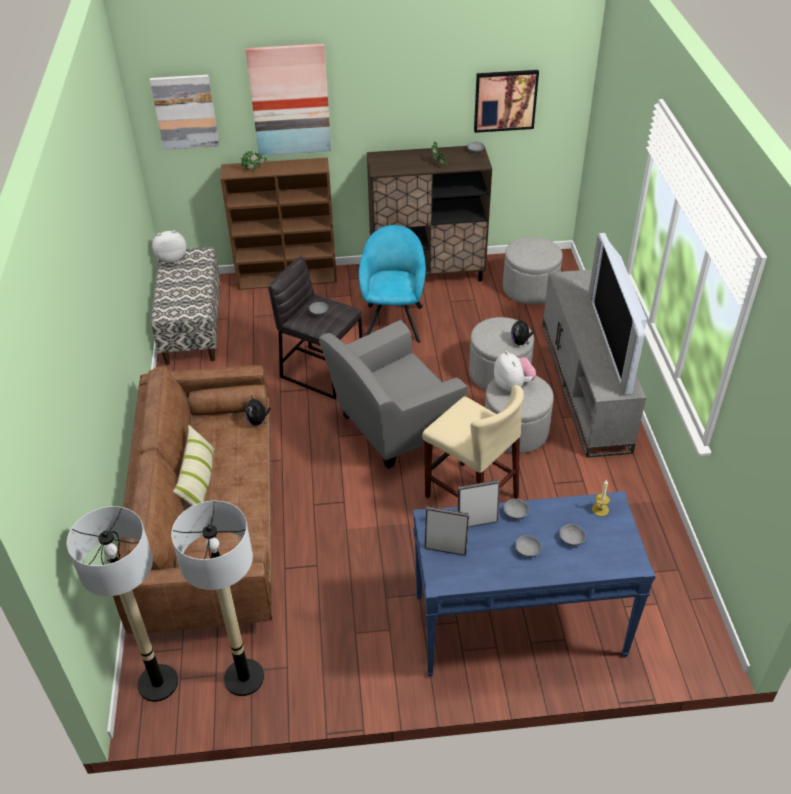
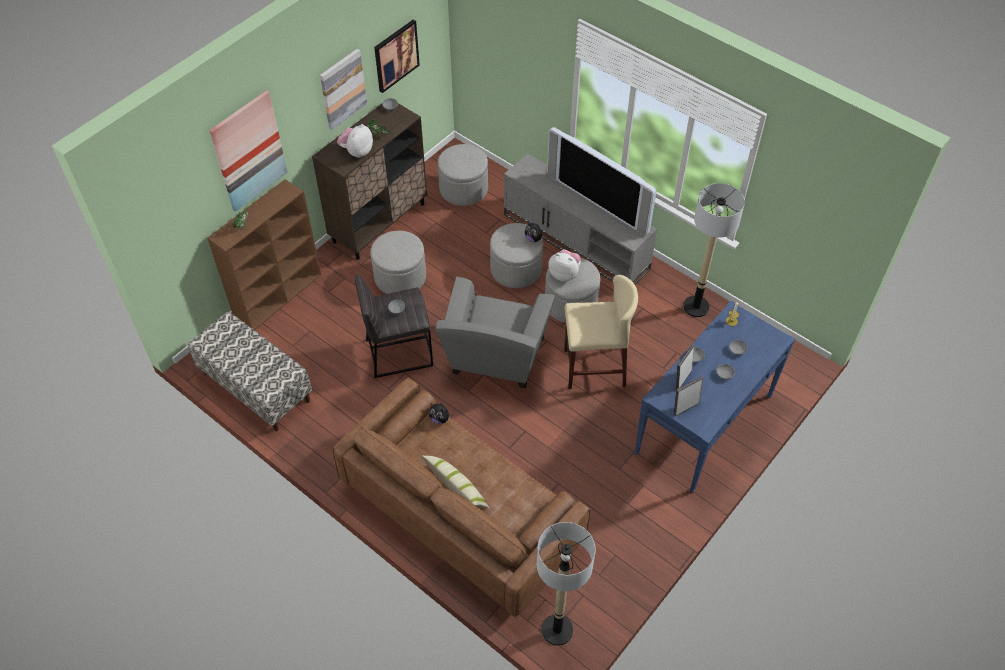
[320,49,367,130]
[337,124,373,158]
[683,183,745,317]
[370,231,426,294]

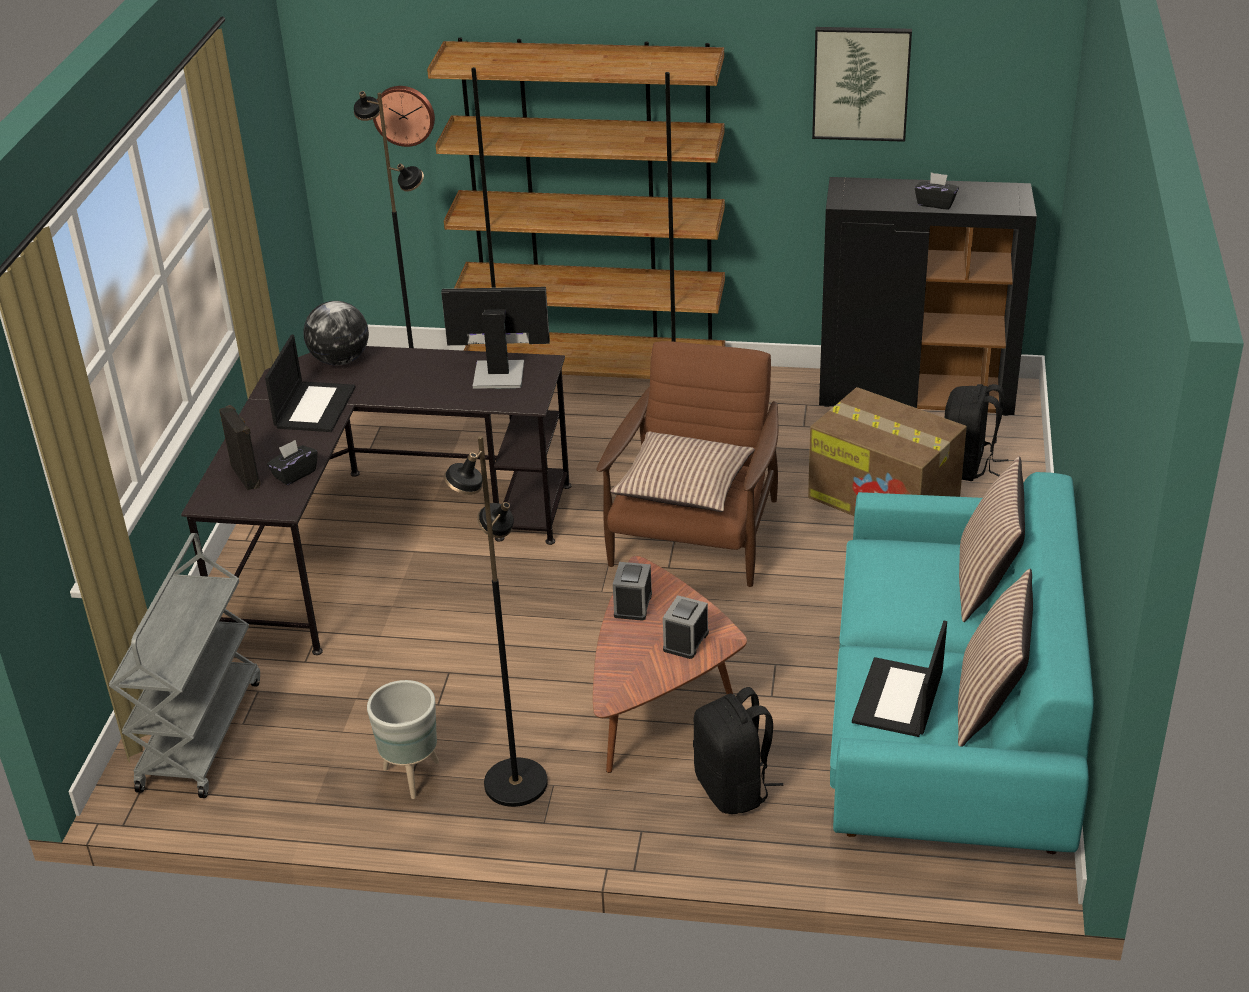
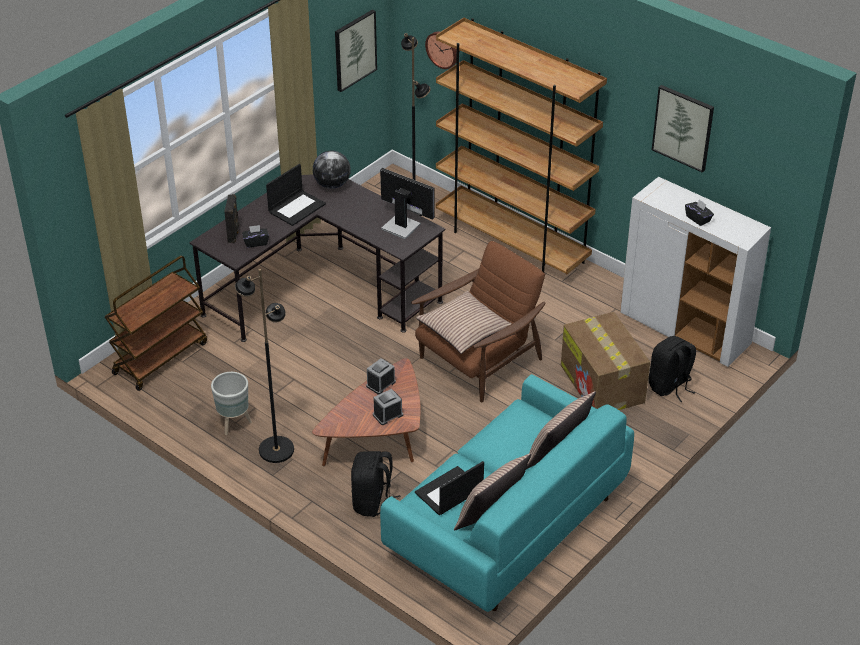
[335,10,377,92]
[105,256,207,391]
[620,177,771,367]

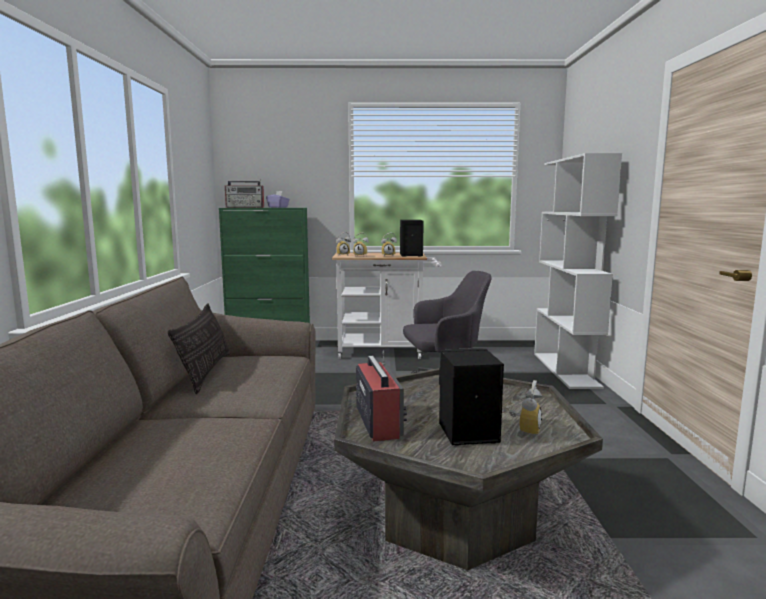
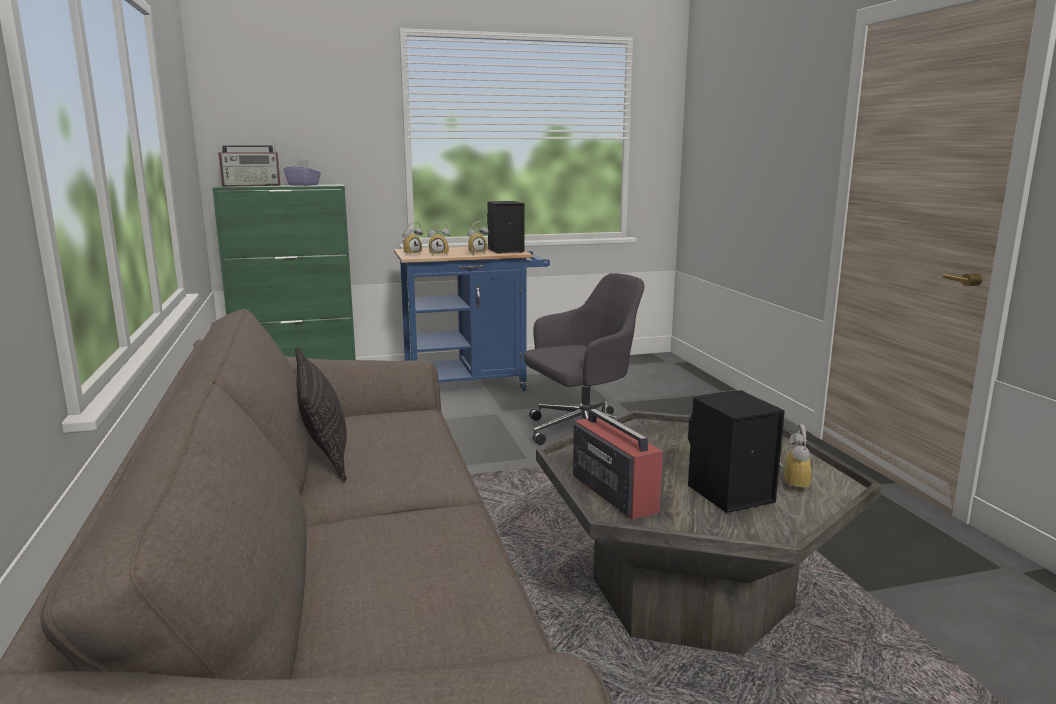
[534,153,622,389] (first image)
[394,246,550,391]

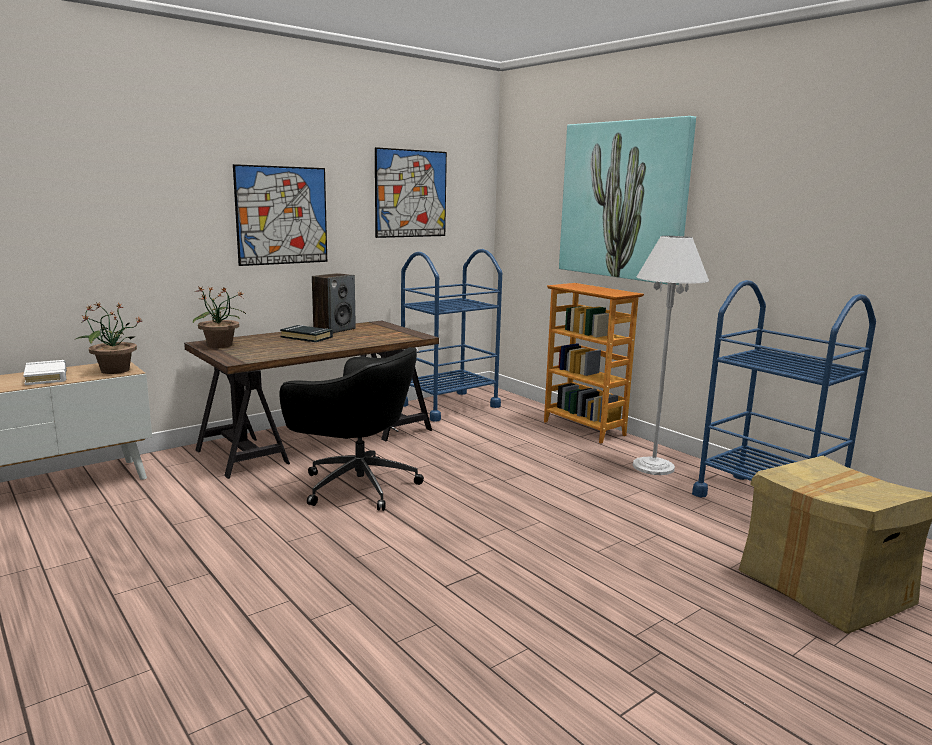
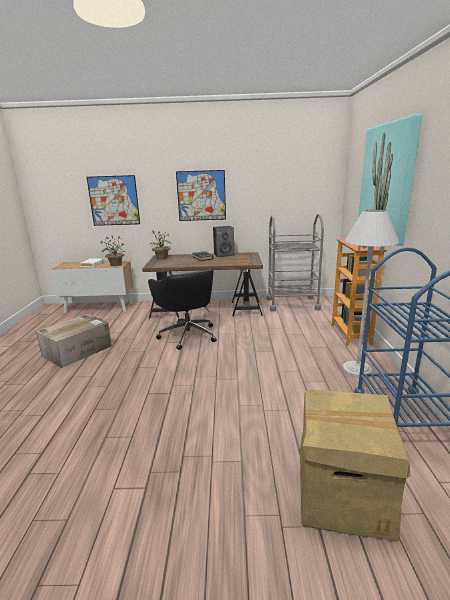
[36,314,112,368]
[87,175,140,226]
[267,214,324,312]

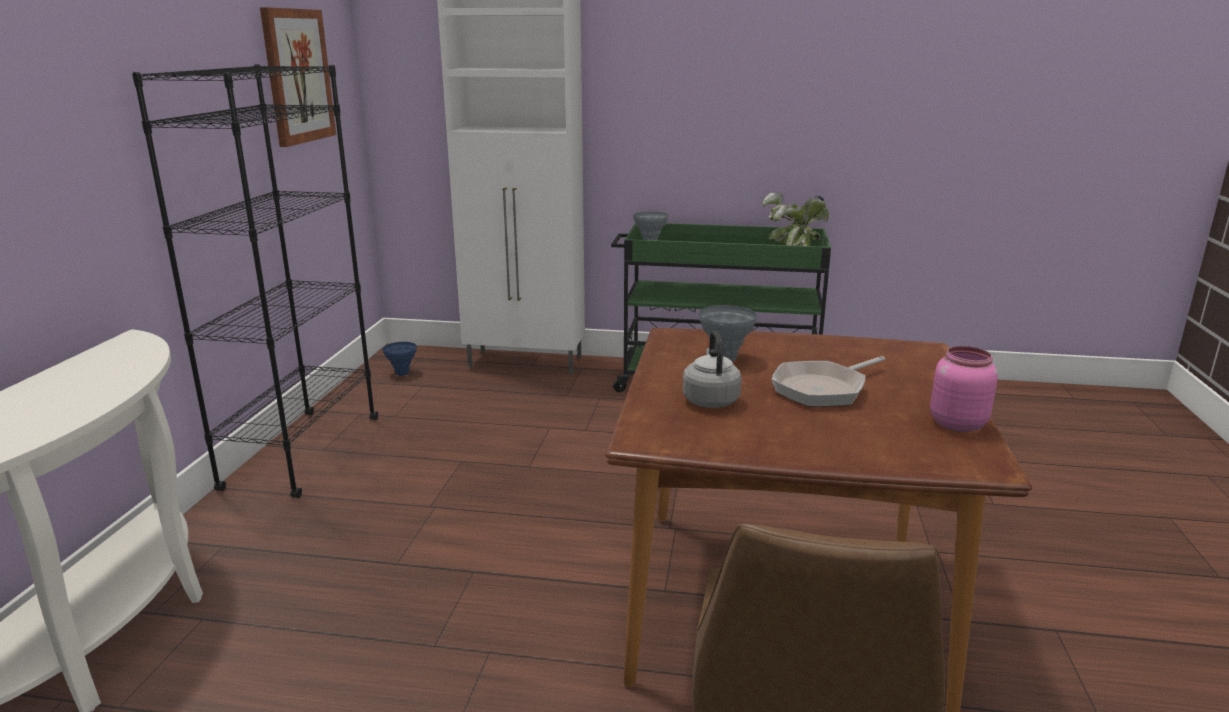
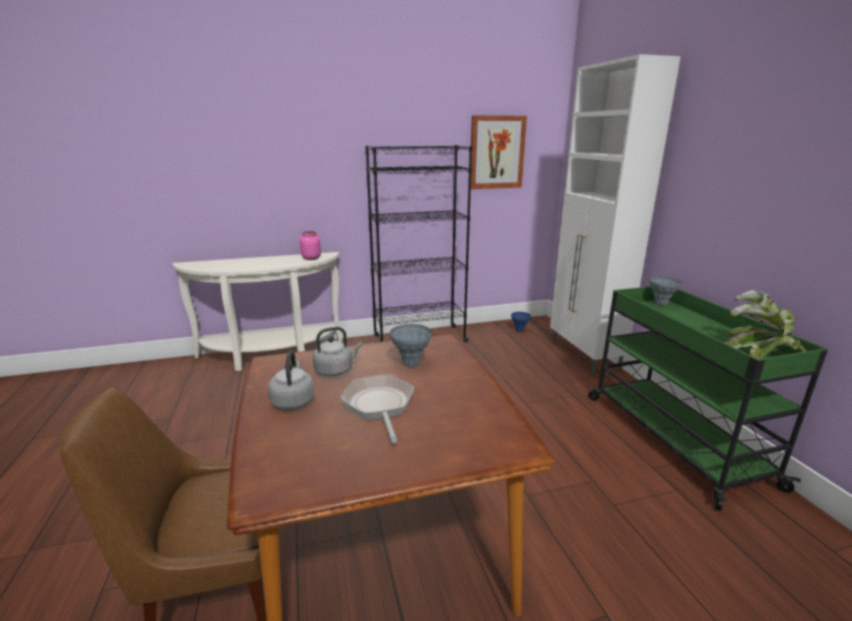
[268,350,314,410]
[300,231,321,260]
[340,375,414,443]

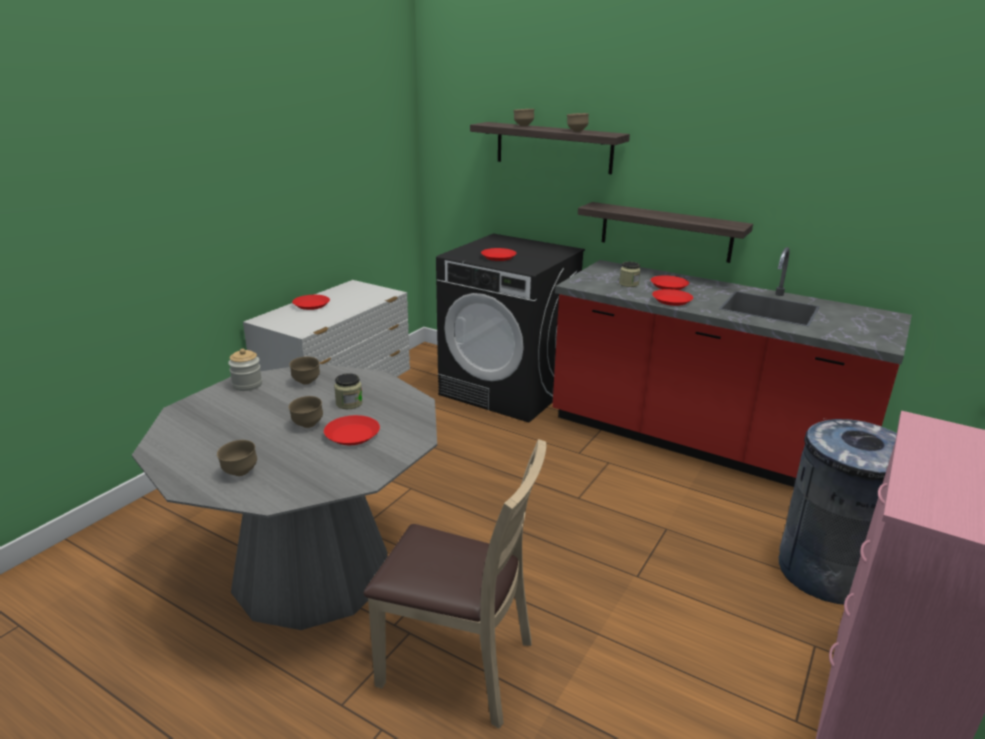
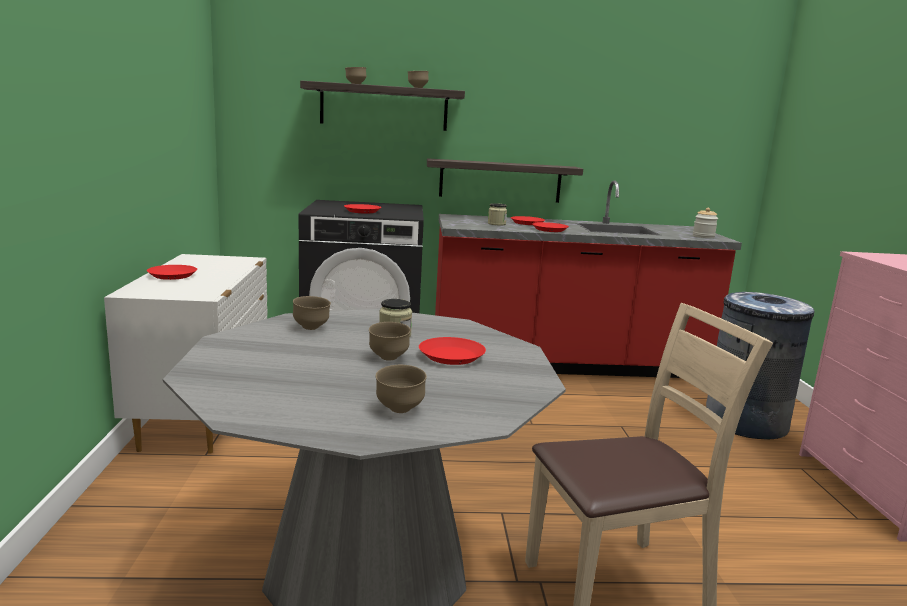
[693,208,718,238]

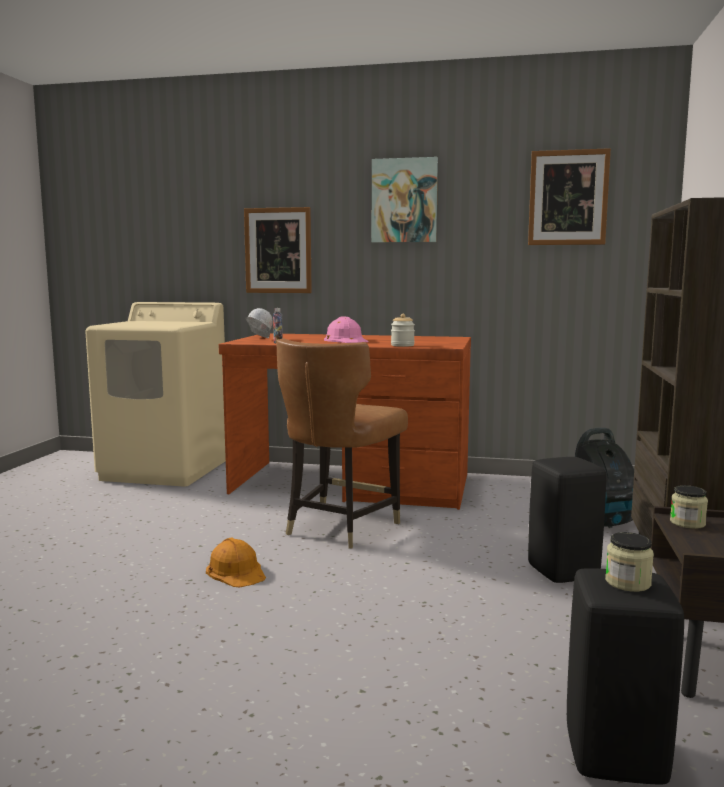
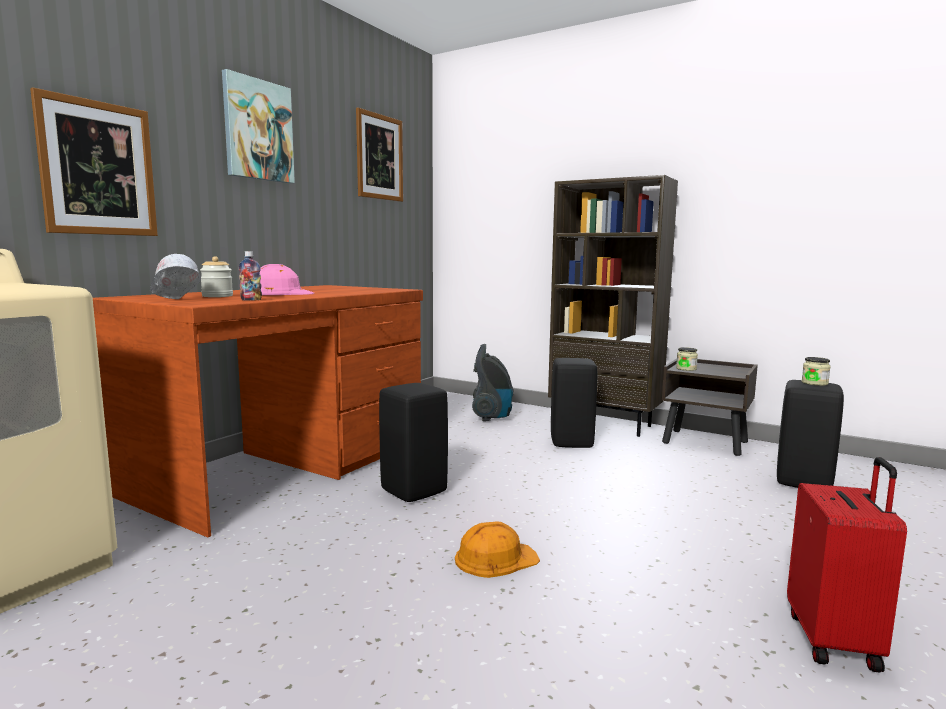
[787,457,907,673]
[200,256,233,297]
[379,383,448,502]

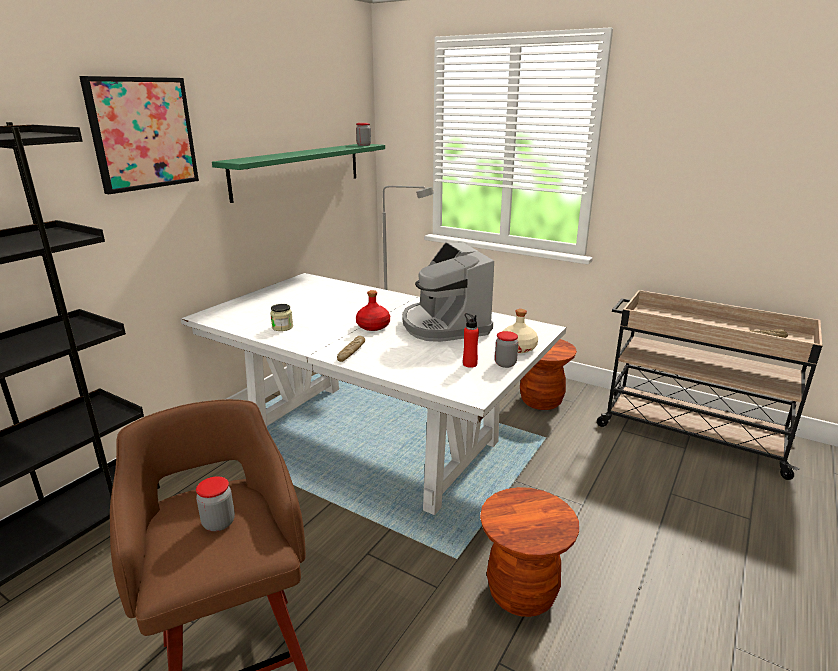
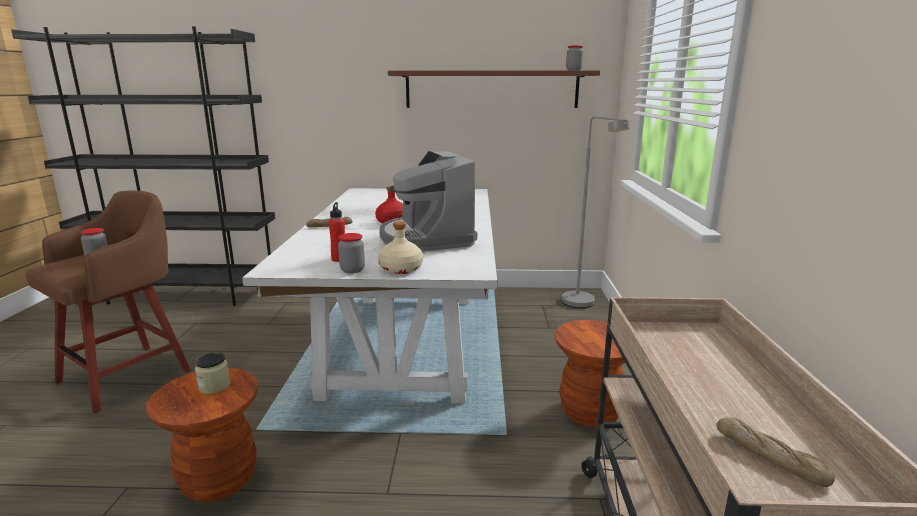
[79,76,199,194] (first image)
[195,352,230,394]
[388,70,600,108]
[379,151,477,251]

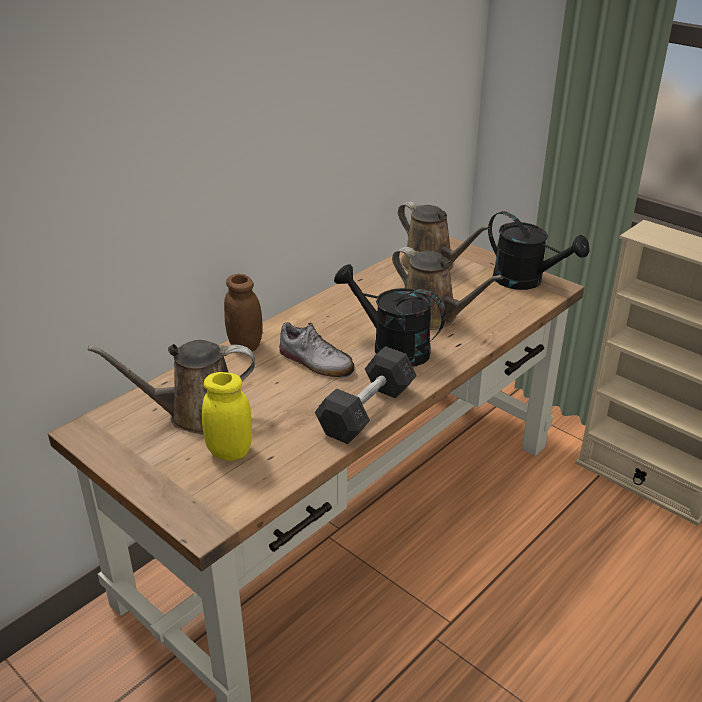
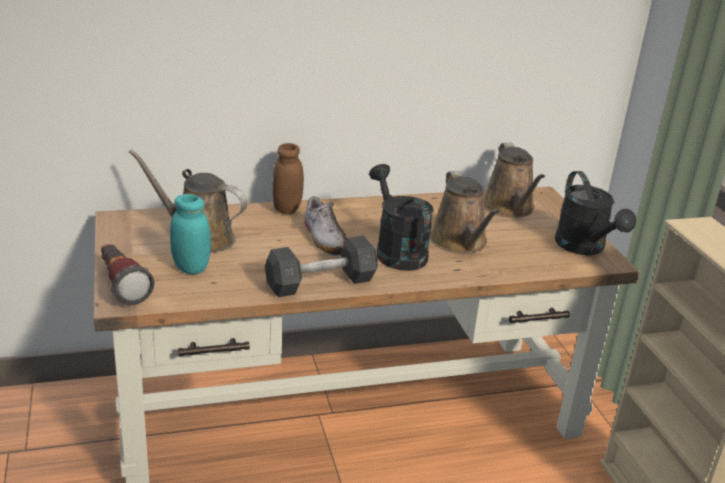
[101,244,155,305]
[170,194,211,274]

